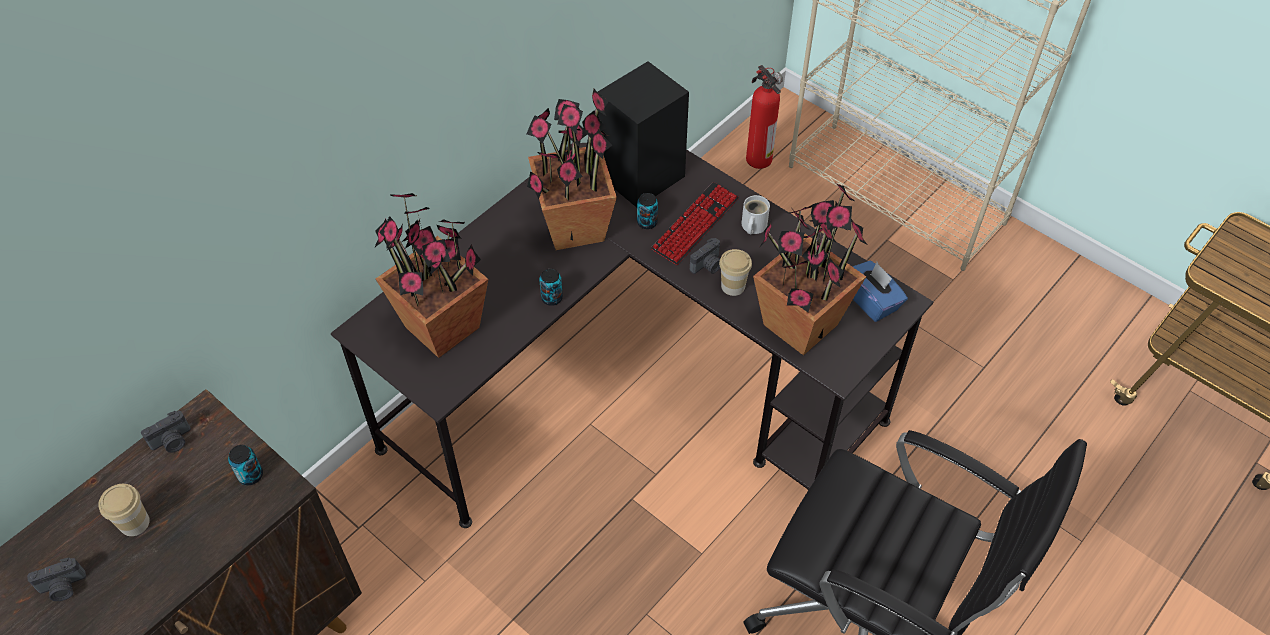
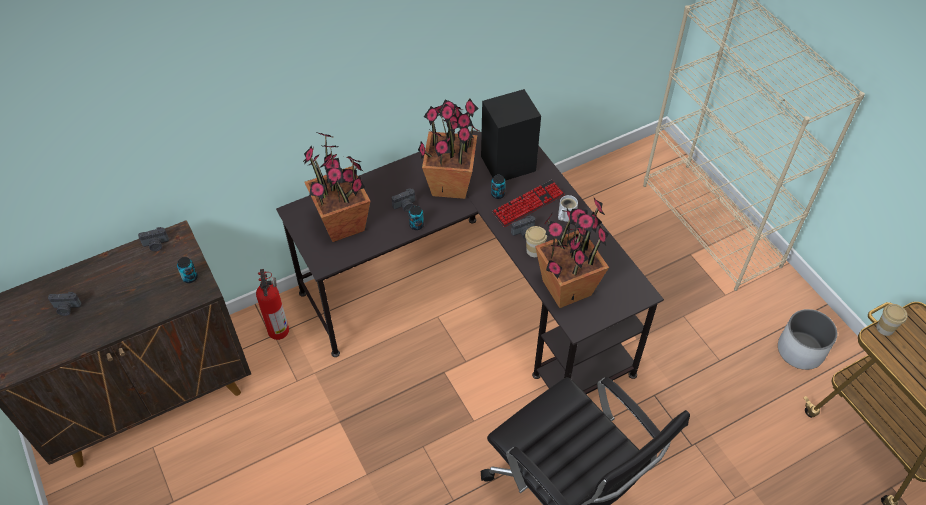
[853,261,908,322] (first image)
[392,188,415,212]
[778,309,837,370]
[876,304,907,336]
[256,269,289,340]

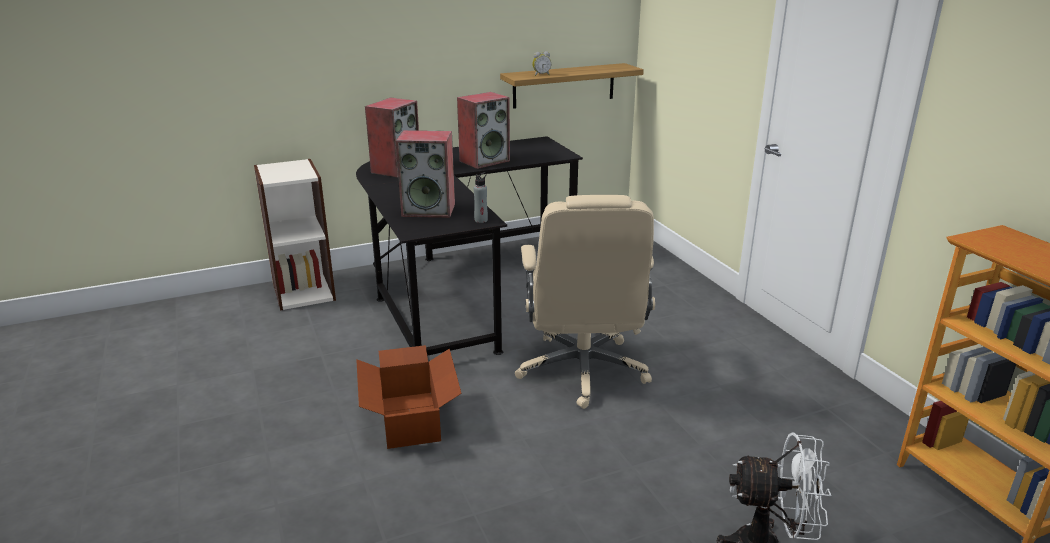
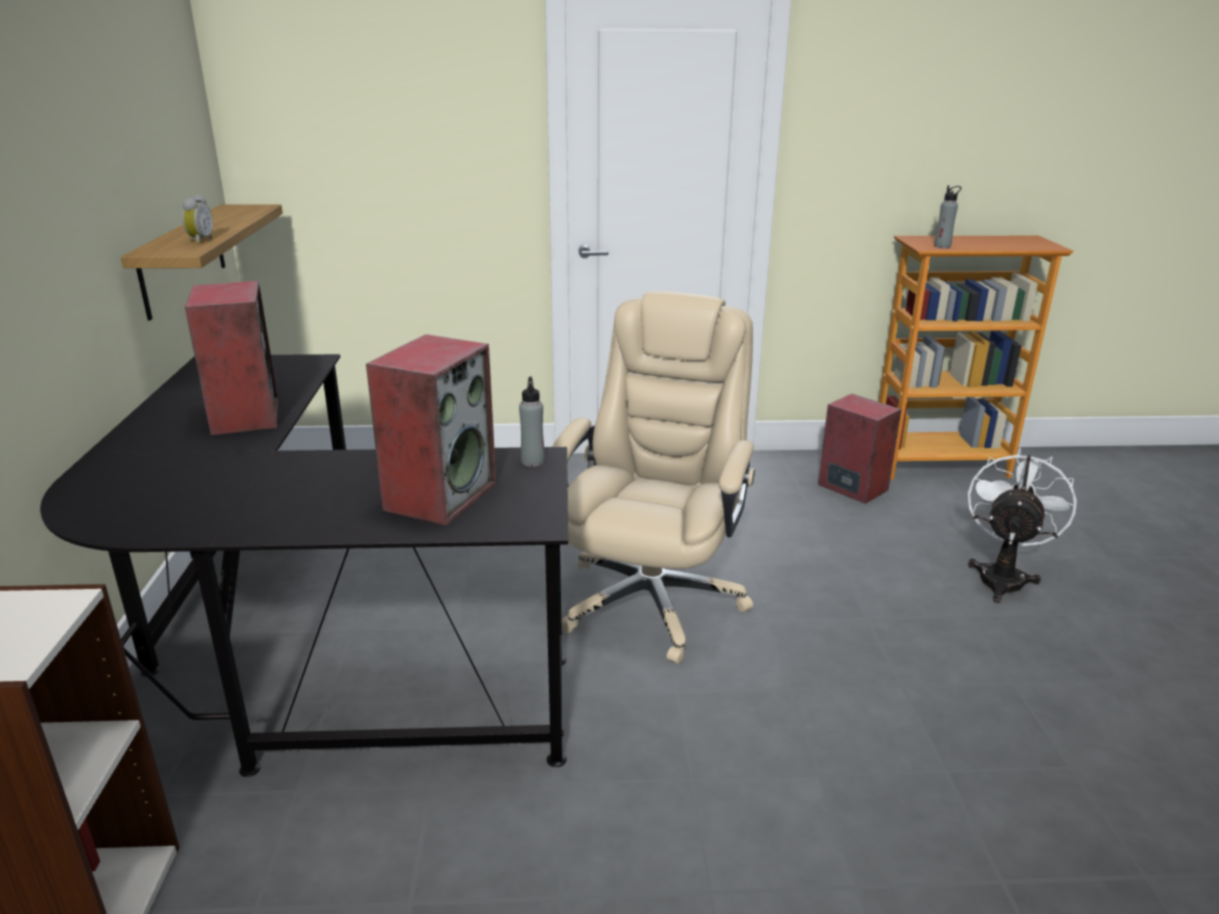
[356,345,462,449] (first image)
[934,185,961,249]
[818,394,902,504]
[552,291,755,664]

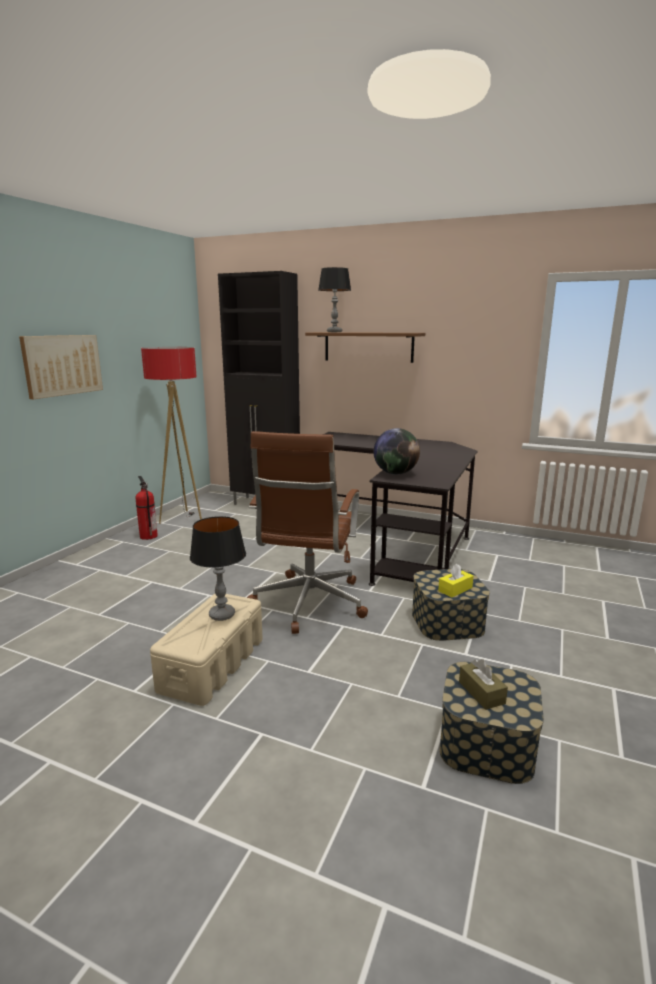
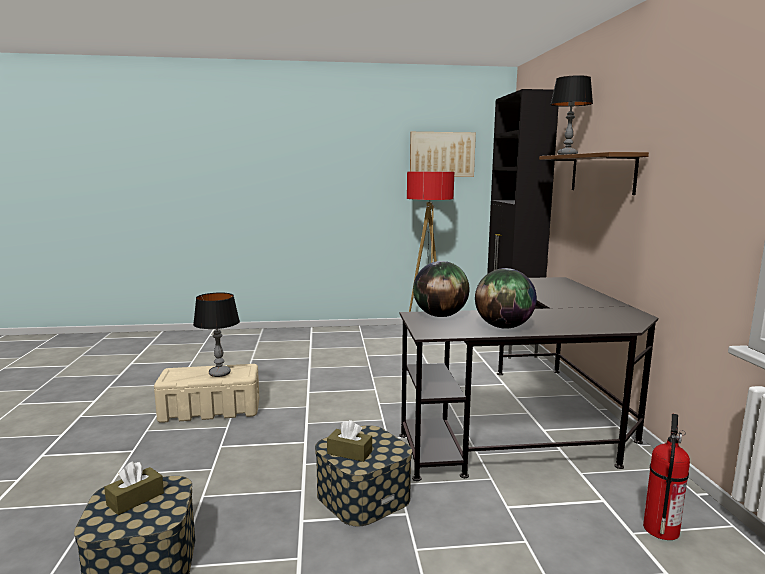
[247,431,368,634] (first image)
[475,268,537,329]
[410,132,476,177]
[643,414,690,540]
[327,420,372,462]

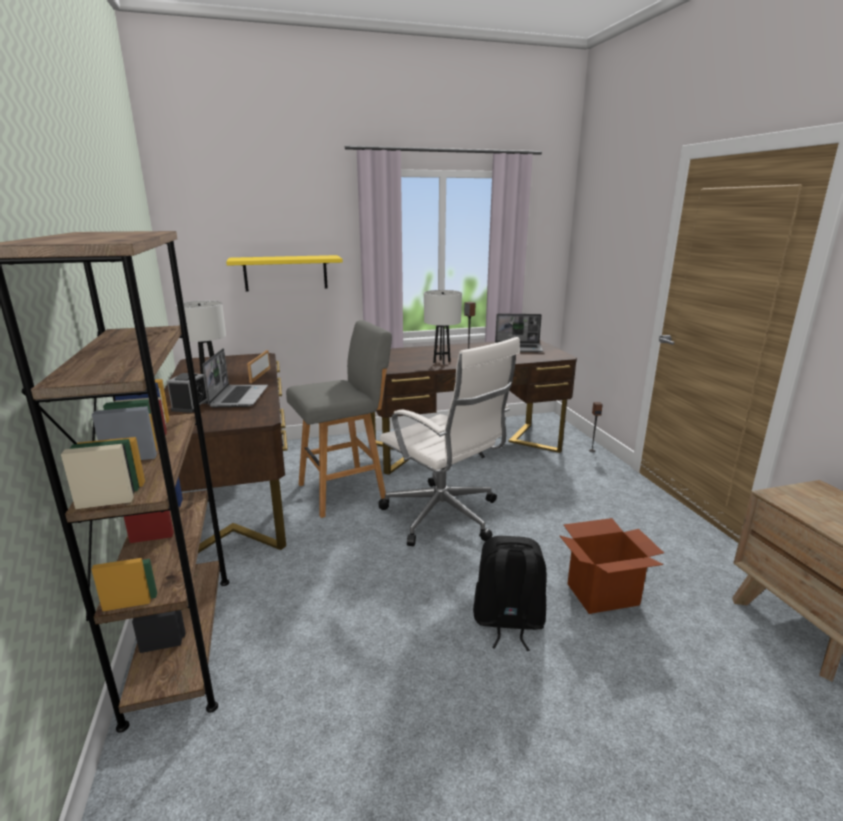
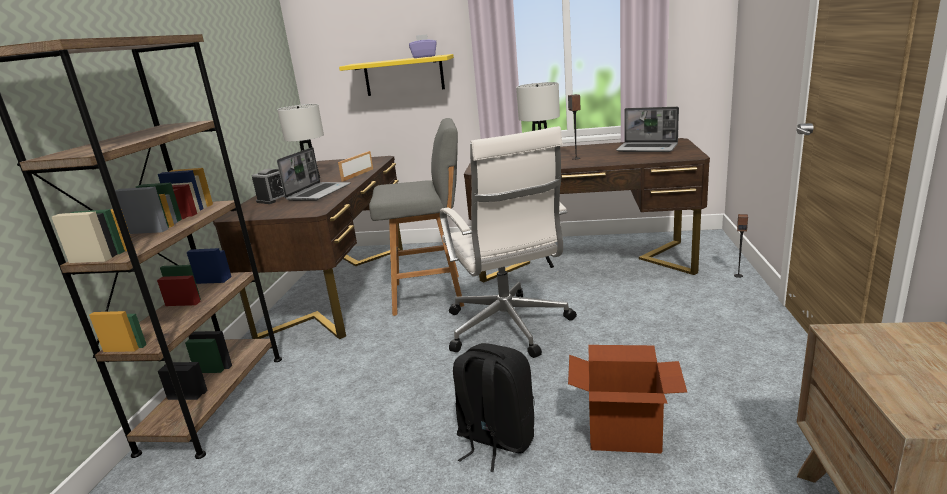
[409,34,437,58]

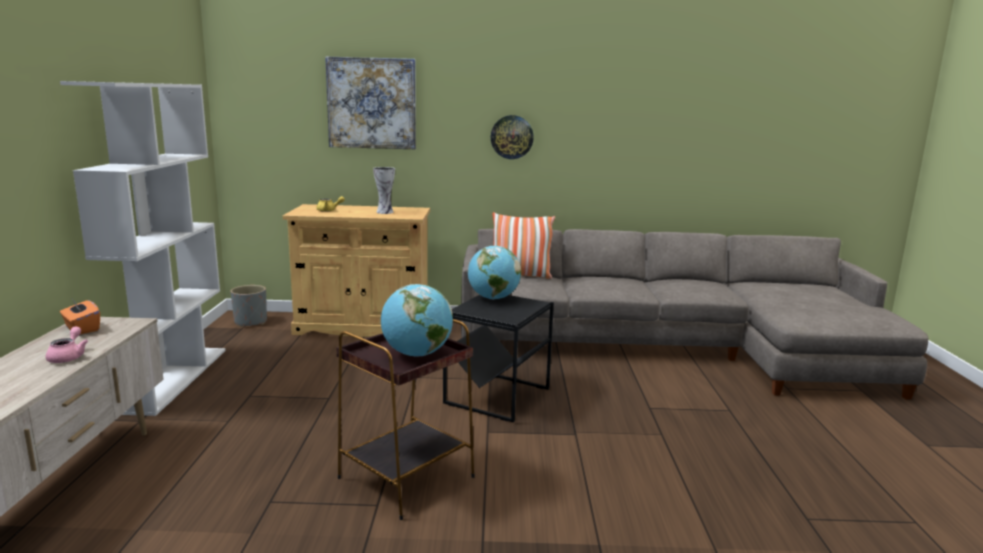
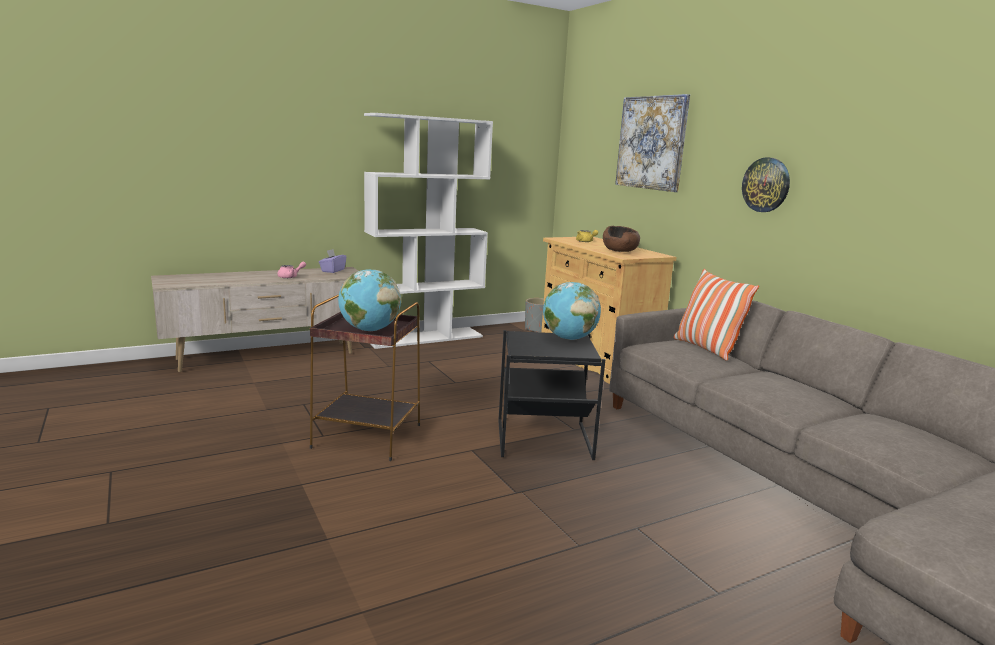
[603,226,640,252]
[319,249,346,273]

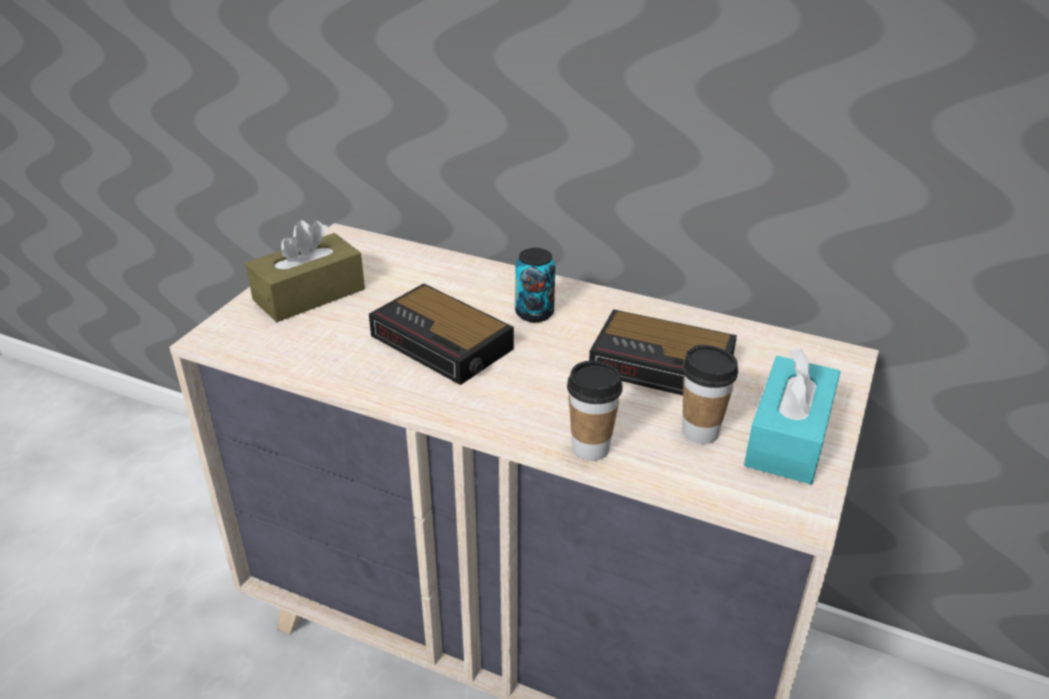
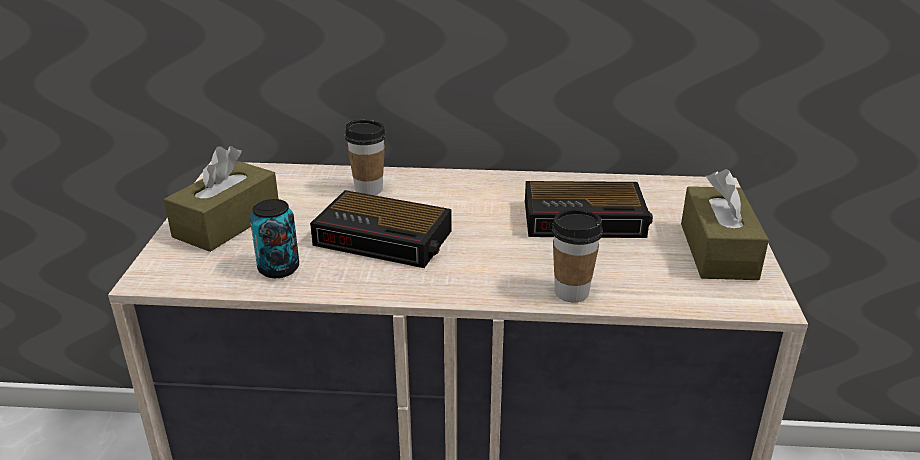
[250,199,299,278]
[345,120,386,195]
[681,169,769,280]

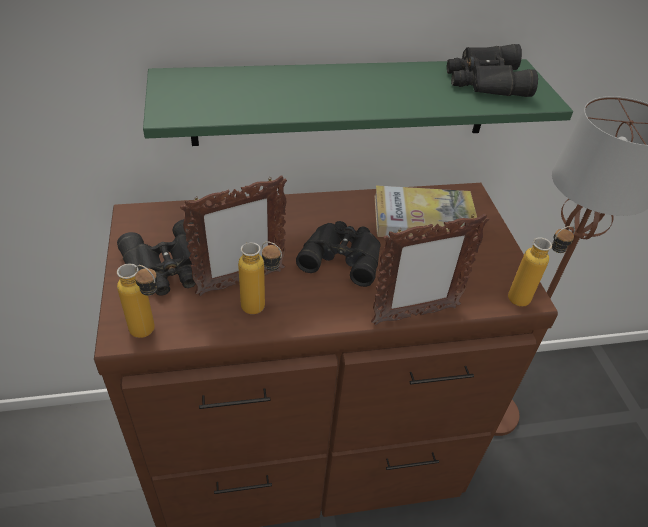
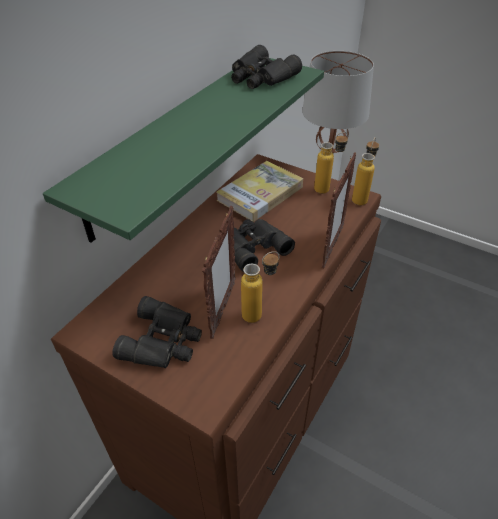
[314,132,348,194]

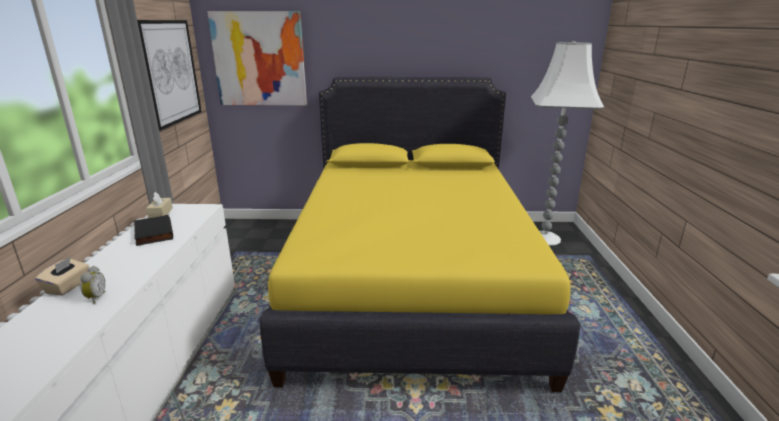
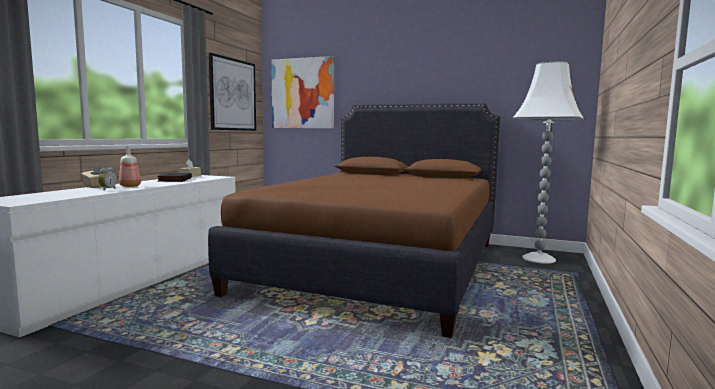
[119,146,141,187]
[208,103,500,338]

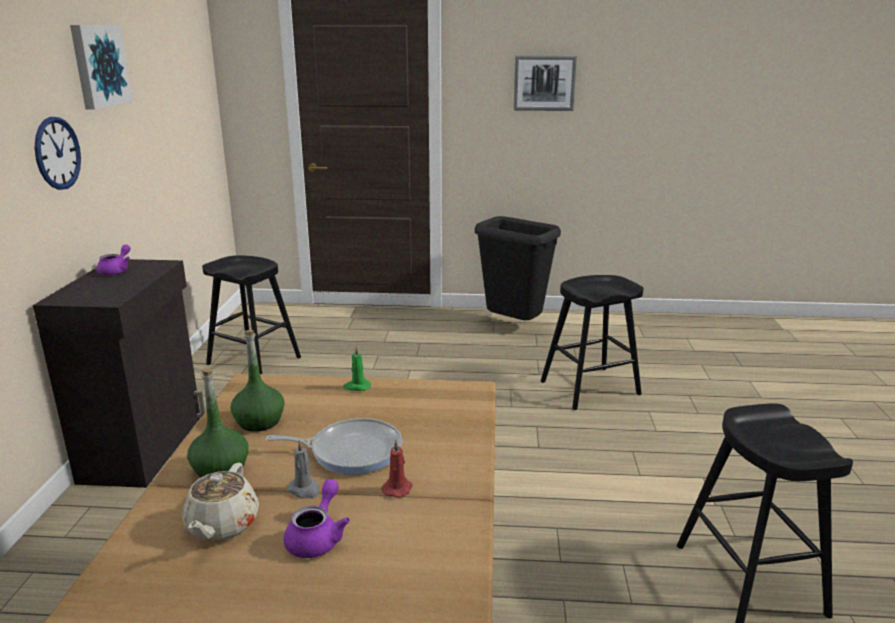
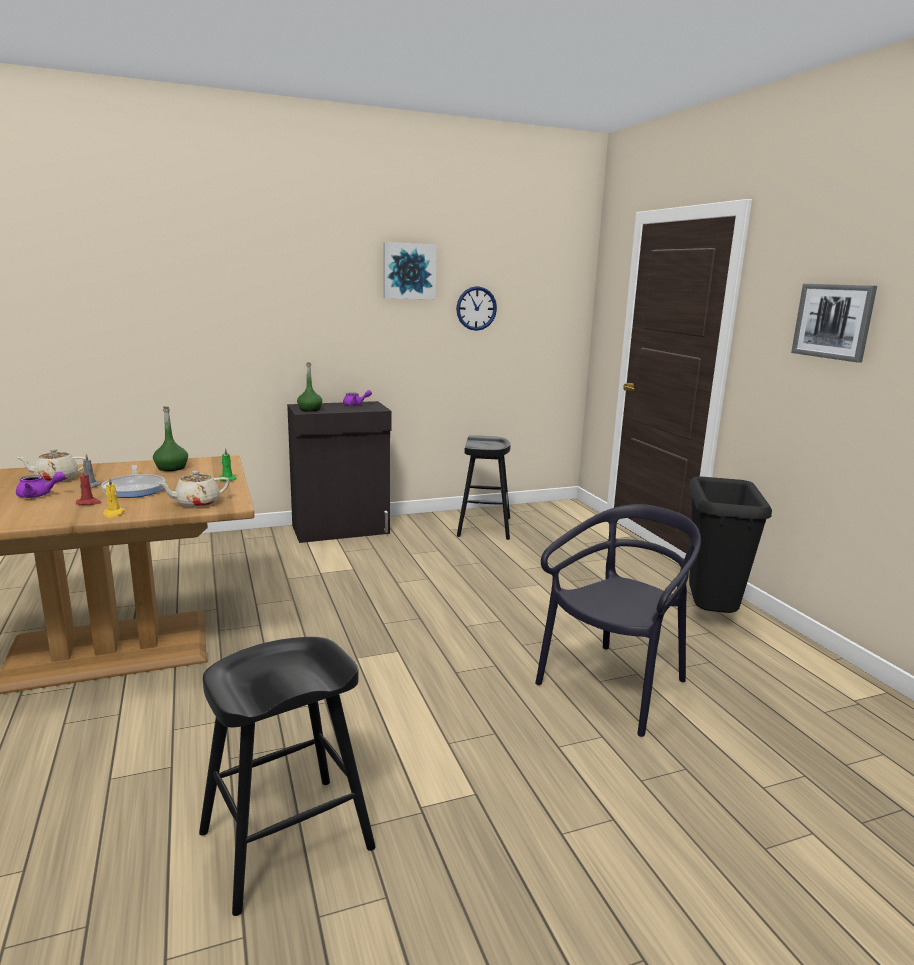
[103,477,125,518]
[157,471,229,508]
[456,286,497,331]
[297,362,322,412]
[535,504,701,737]

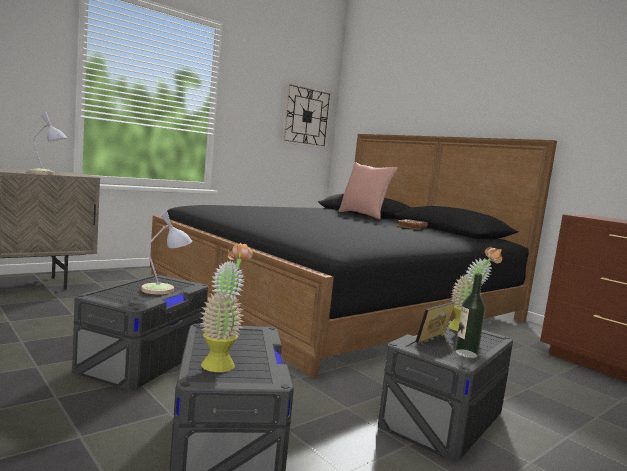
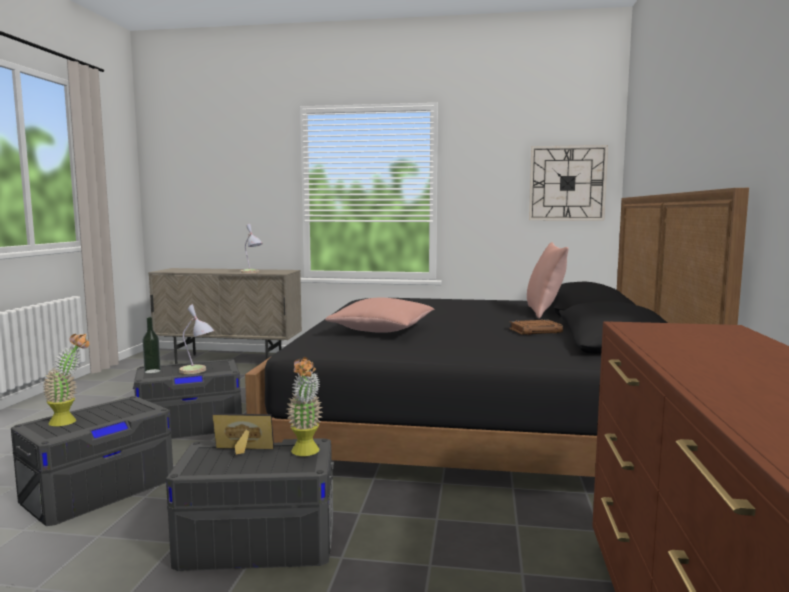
[325,298,434,333]
[142,317,161,373]

